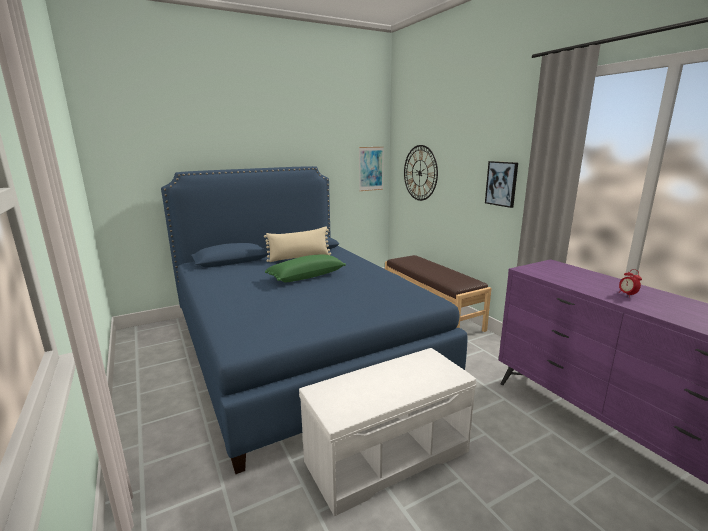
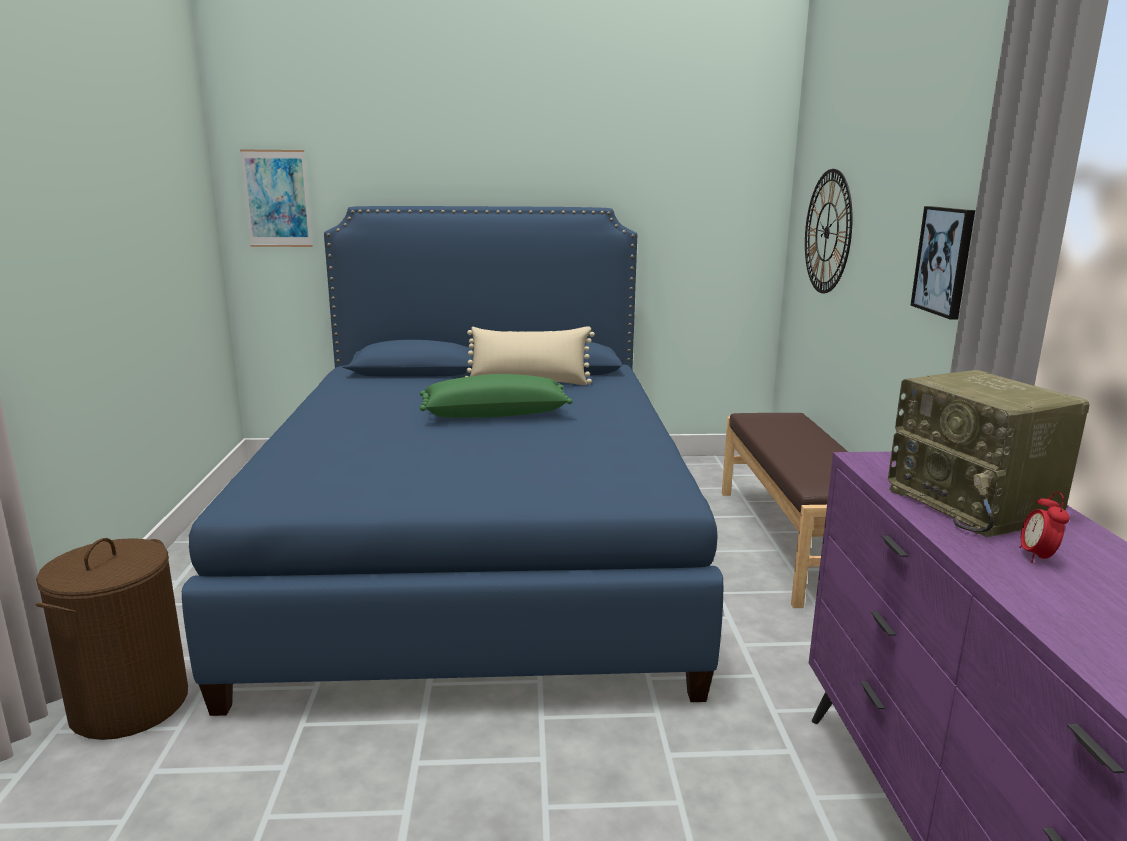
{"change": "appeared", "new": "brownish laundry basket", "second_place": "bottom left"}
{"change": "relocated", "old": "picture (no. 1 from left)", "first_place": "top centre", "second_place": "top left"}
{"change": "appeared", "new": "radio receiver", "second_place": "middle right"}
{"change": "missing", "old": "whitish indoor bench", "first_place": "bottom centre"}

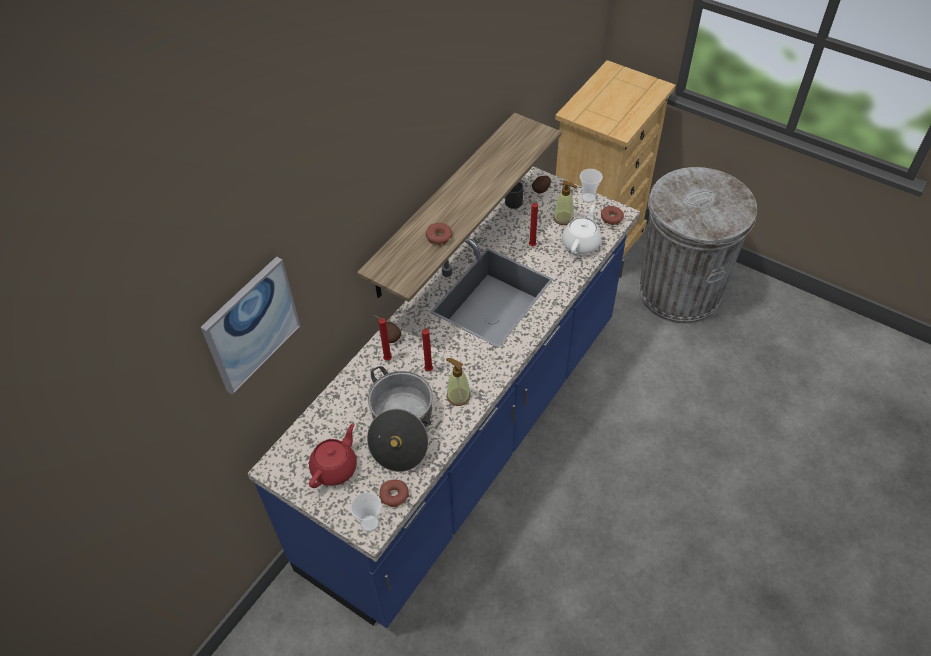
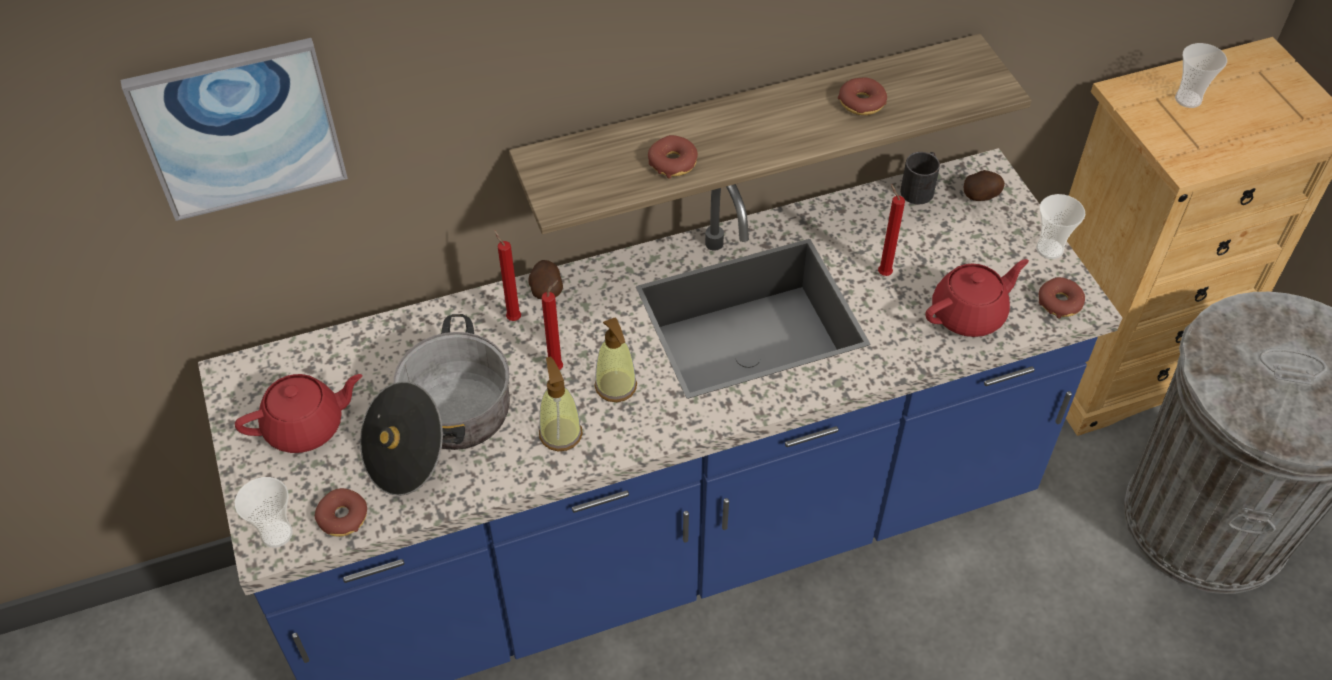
{"change": "relocated", "old": "soap dispenser (no. 2 from left)", "first_place": "top centre", "second_place": "centre"}
{"change": "appeared", "new": "donut (no. 3 from left)", "second_place": "top centre"}
{"change": "colour", "old": "whitish tea pot", "new": "reddish tea pot (no. 2 from left)", "first_place": "centre", "second_place": "middle right"}
{"change": "appeared", "new": "drinking cup (no. 3 from left)", "second_place": "top right"}

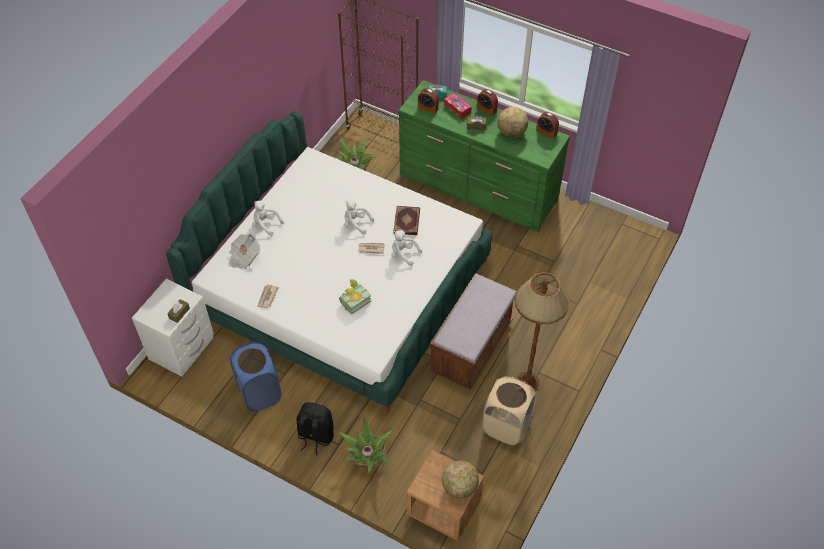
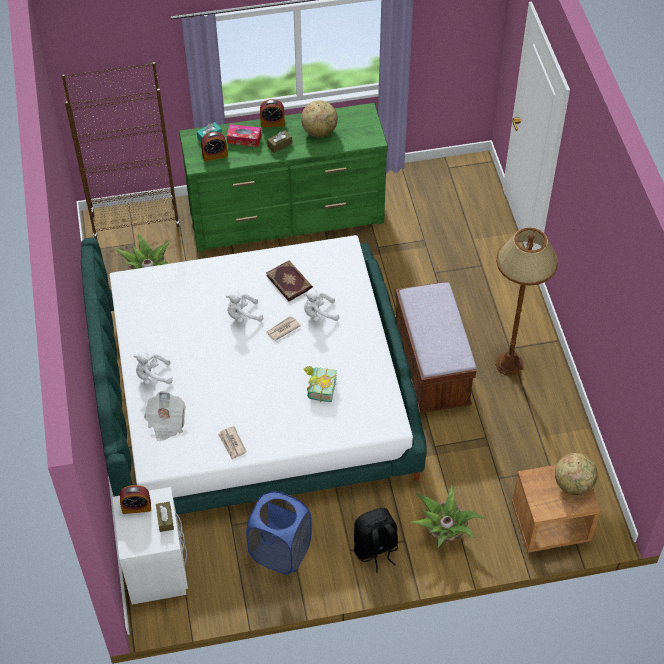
{"change": "relocated", "old": "bedside clock (no. 3 from left in the first image)", "new": "bedside clock (no. 1 from left)", "first_place": "top centre", "second_place": "bottom left"}
{"change": "missing", "old": "beige-coloured laundry basket", "first_place": "bottom centre"}

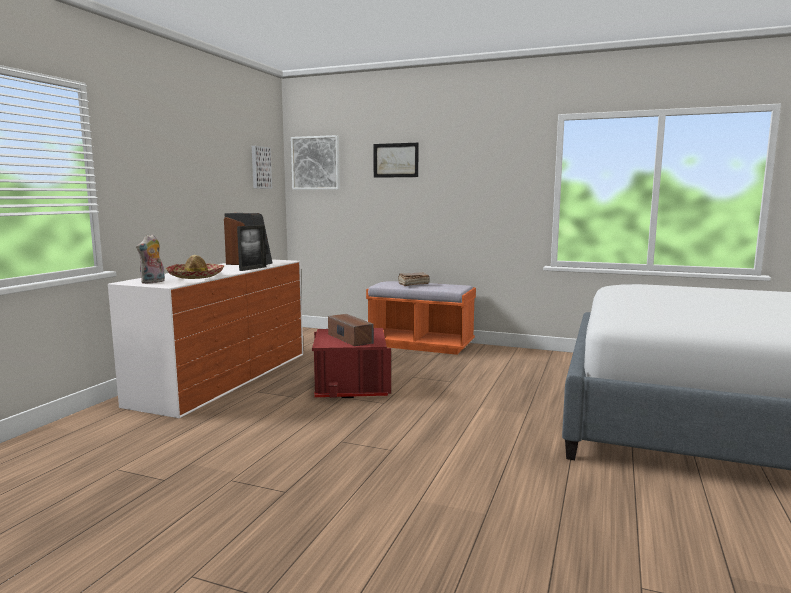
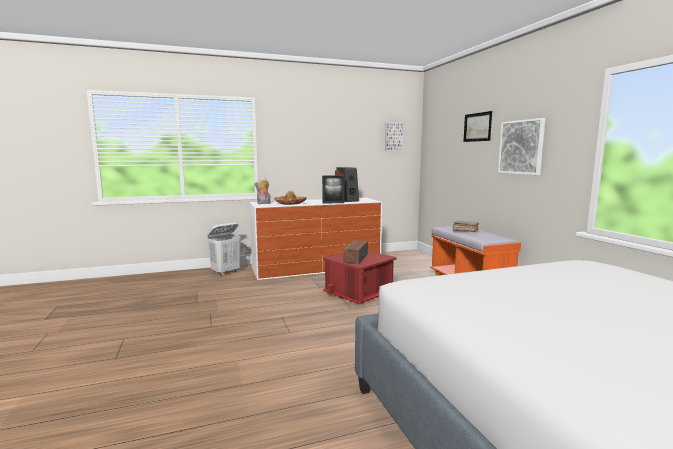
{"change": "appeared", "new": "whitish laundry basket", "second_place": "middle left"}
{"change": "relocated", "old": "picture (no. 2 from left in the first image)", "new": "picture (no. 3 from left)", "first_place": "top centre", "second_place": "top right"}

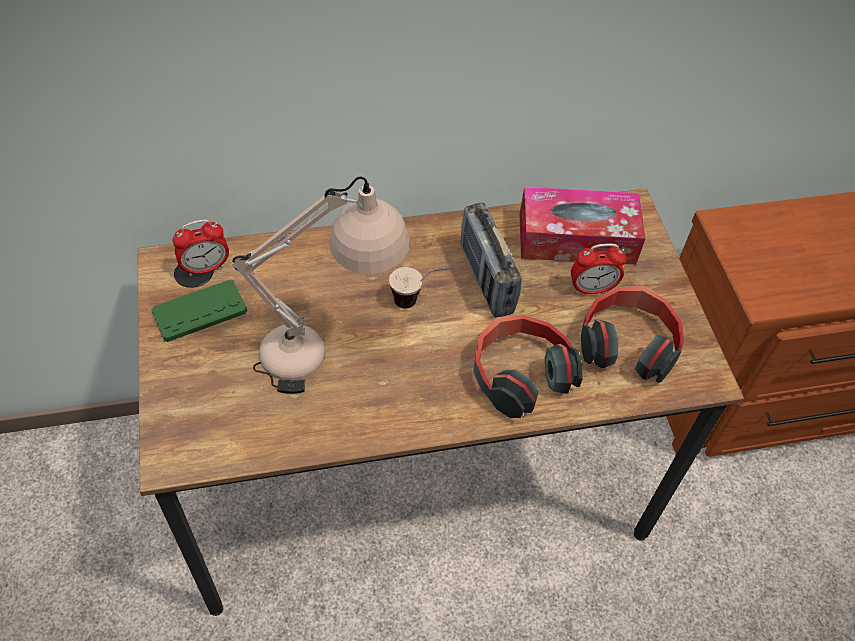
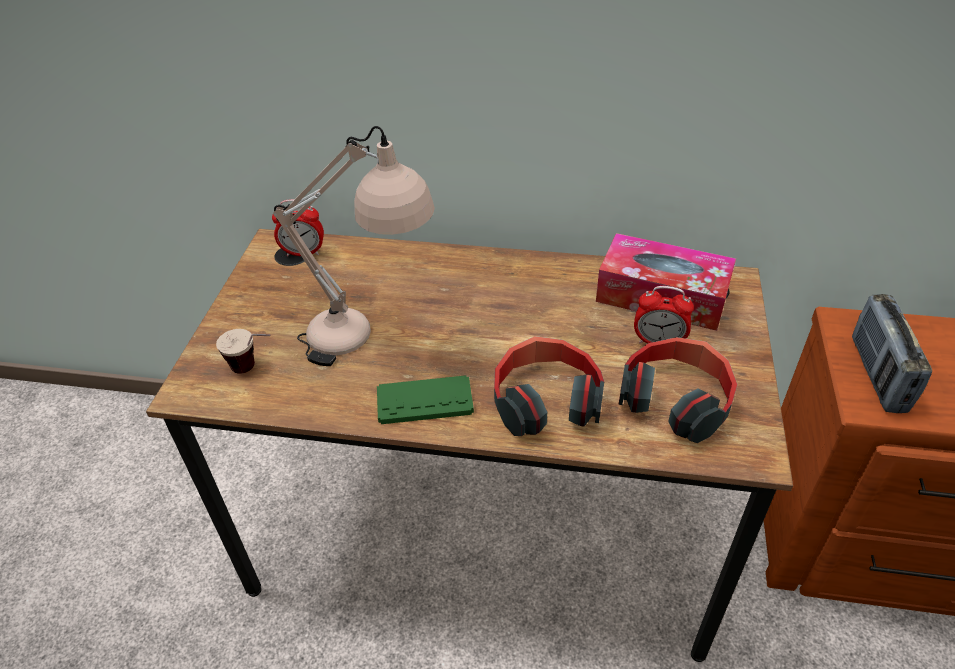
{"change": "relocated", "old": "drinking cup", "first_place": "centre", "second_place": "middle left"}
{"change": "relocated", "old": "greenish joypad", "first_place": "middle left", "second_place": "centre"}
{"change": "relocated", "old": "radio receiver", "first_place": "centre", "second_place": "middle right"}

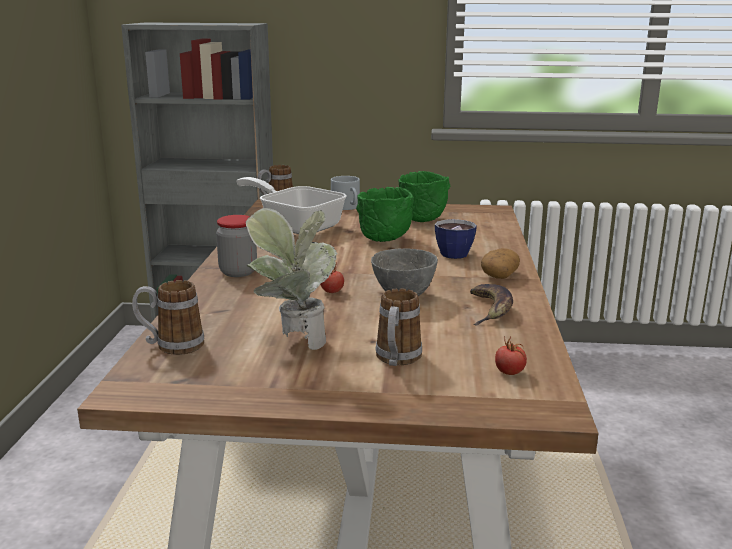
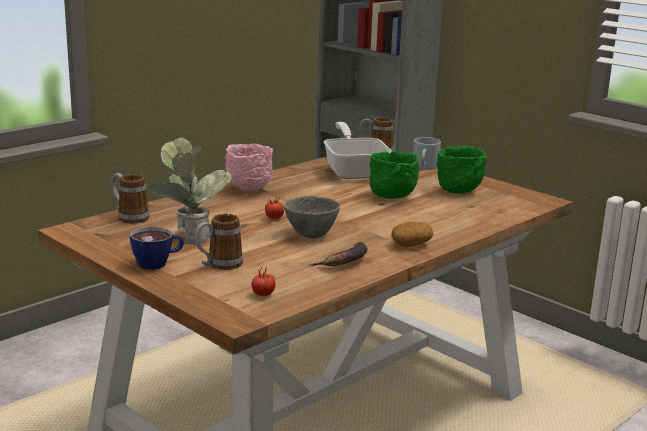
{"change": "relocated", "old": "drinking cup", "first_place": "centre", "second_place": "middle left"}
{"change": "exchanged", "old": "storage jar", "new": "pinkish serving bowl", "first_place": "middle left", "second_place": "centre"}

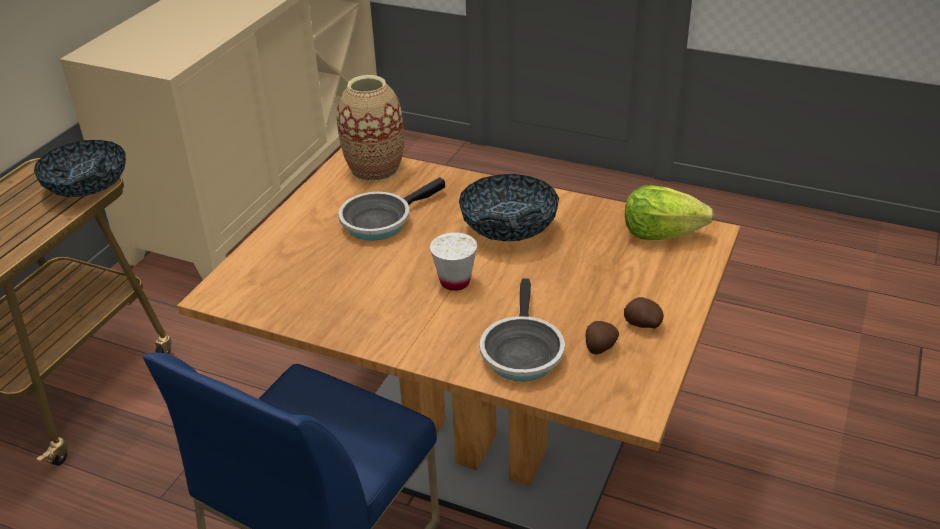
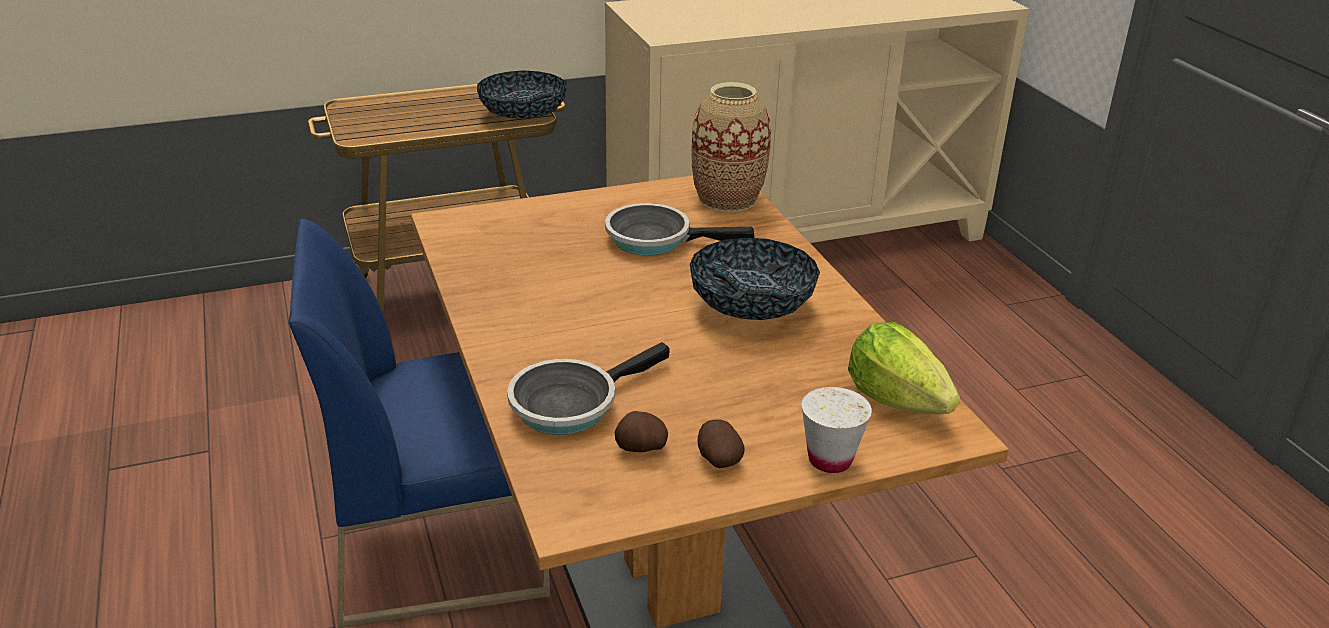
{"change": "relocated", "old": "whitish drinking cup", "first_place": "centre", "second_place": "bottom centre"}

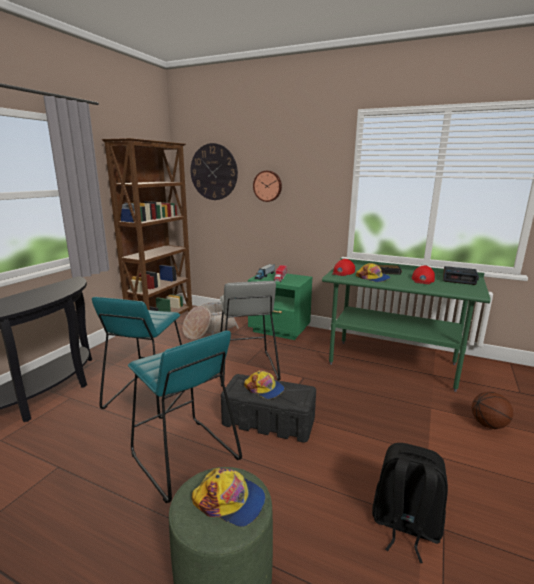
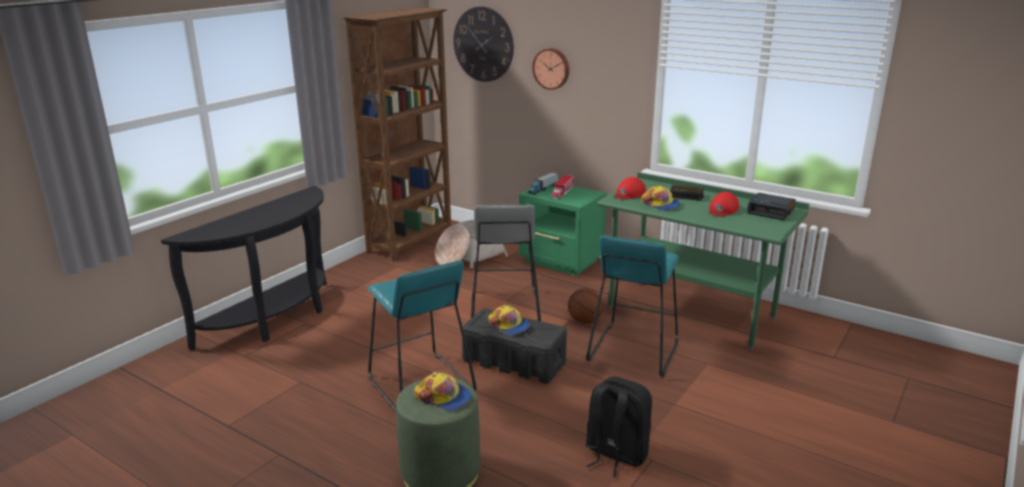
{"change": "relocated", "old": "ball for basketball", "first_place": "bottom right", "second_place": "centre"}
{"change": "relocated", "old": "turquoise-coloured stool (no. 1 from left in the first image)", "new": "turquoise-coloured stool (no. 2 from left)", "first_place": "middle left", "second_place": "centre"}

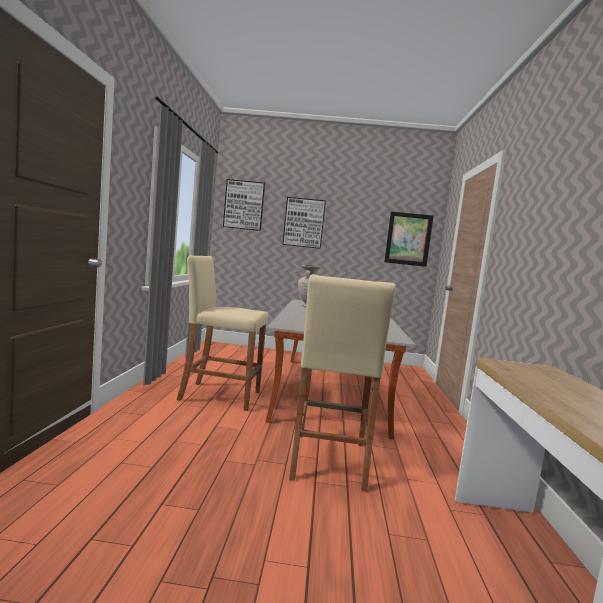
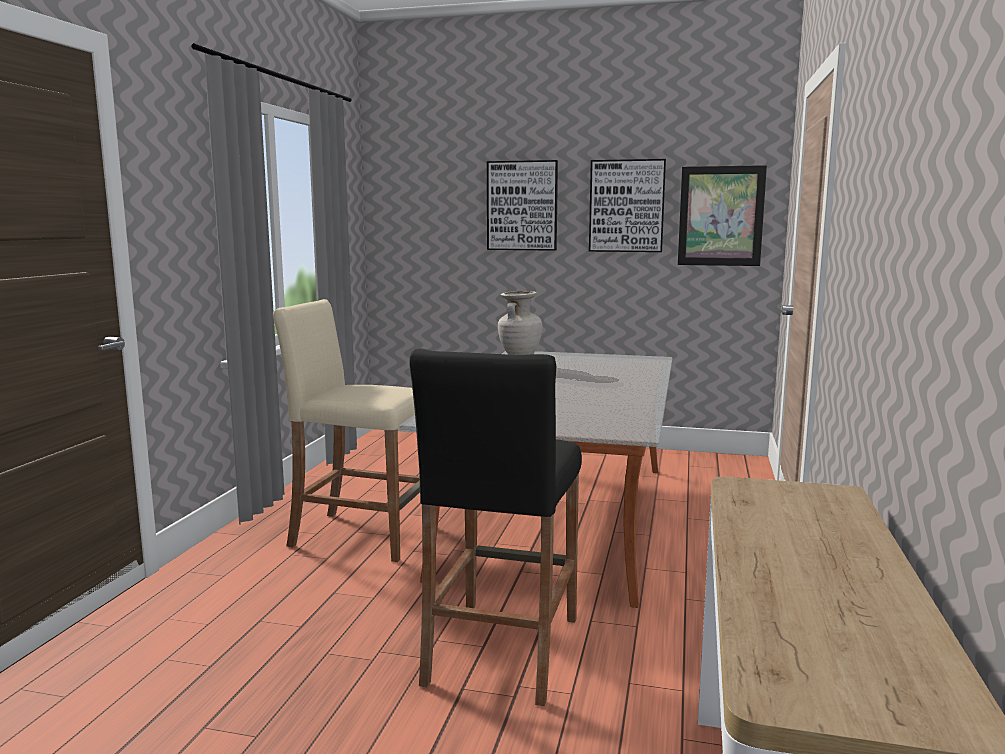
{"change": "colour", "old": "beige-coloured stool (no. 2 from left)", "new": "blackish stool", "first_place": "centre", "second_place": "bottom centre"}
{"change": "relocated", "old": "picture (no. 1 from left in the first image)", "new": "picture (no. 2 from left)", "first_place": "centre", "second_place": "top centre"}

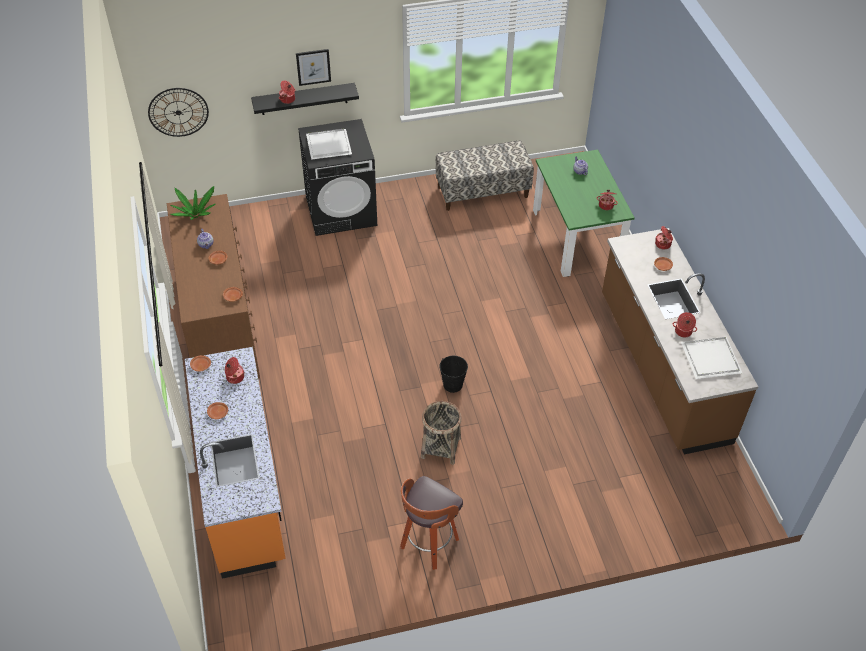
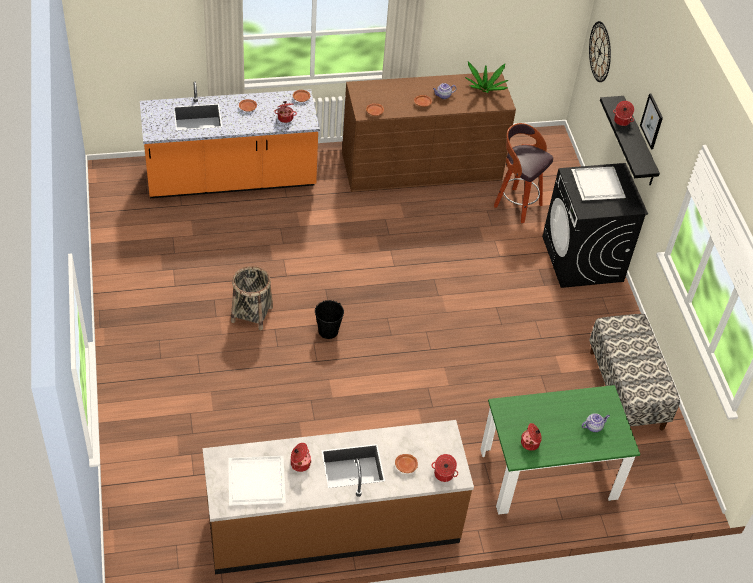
{"change": "relocated", "old": "stool", "first_place": "bottom centre", "second_place": "top right"}

